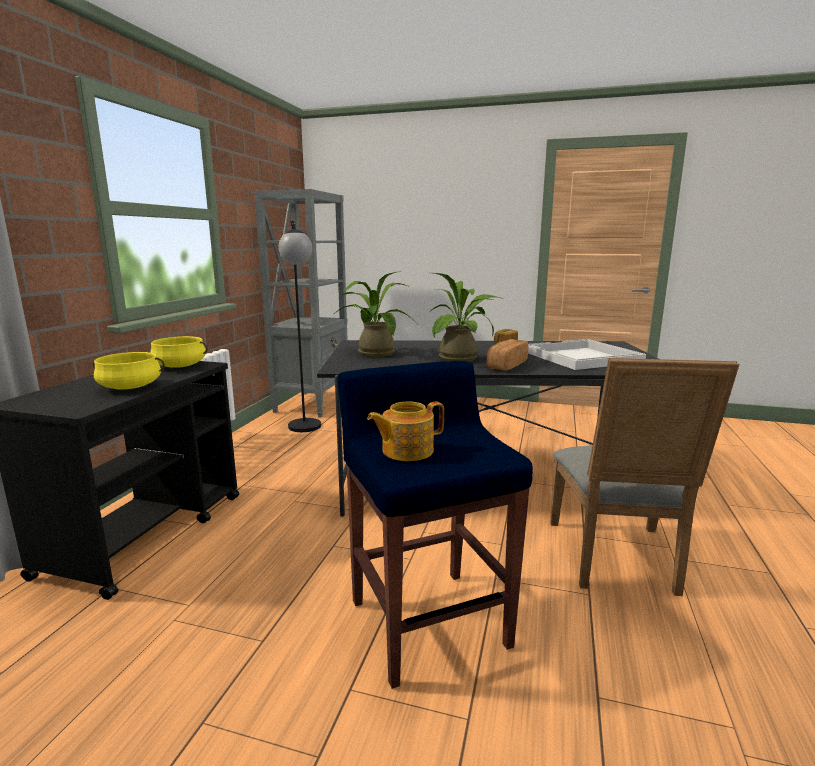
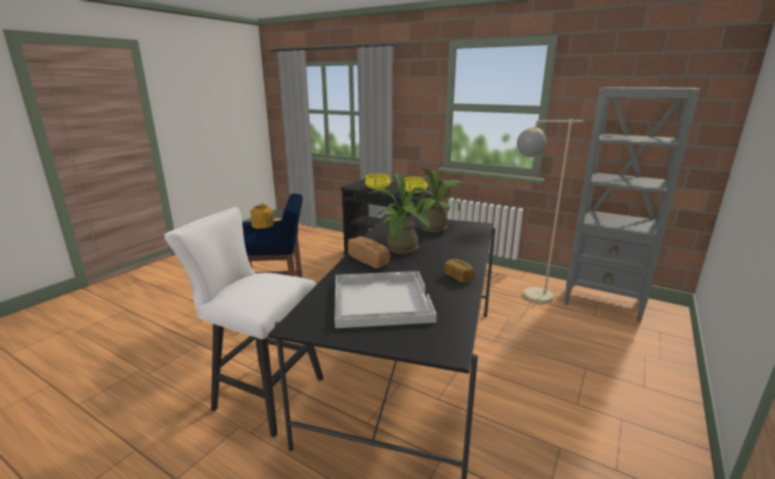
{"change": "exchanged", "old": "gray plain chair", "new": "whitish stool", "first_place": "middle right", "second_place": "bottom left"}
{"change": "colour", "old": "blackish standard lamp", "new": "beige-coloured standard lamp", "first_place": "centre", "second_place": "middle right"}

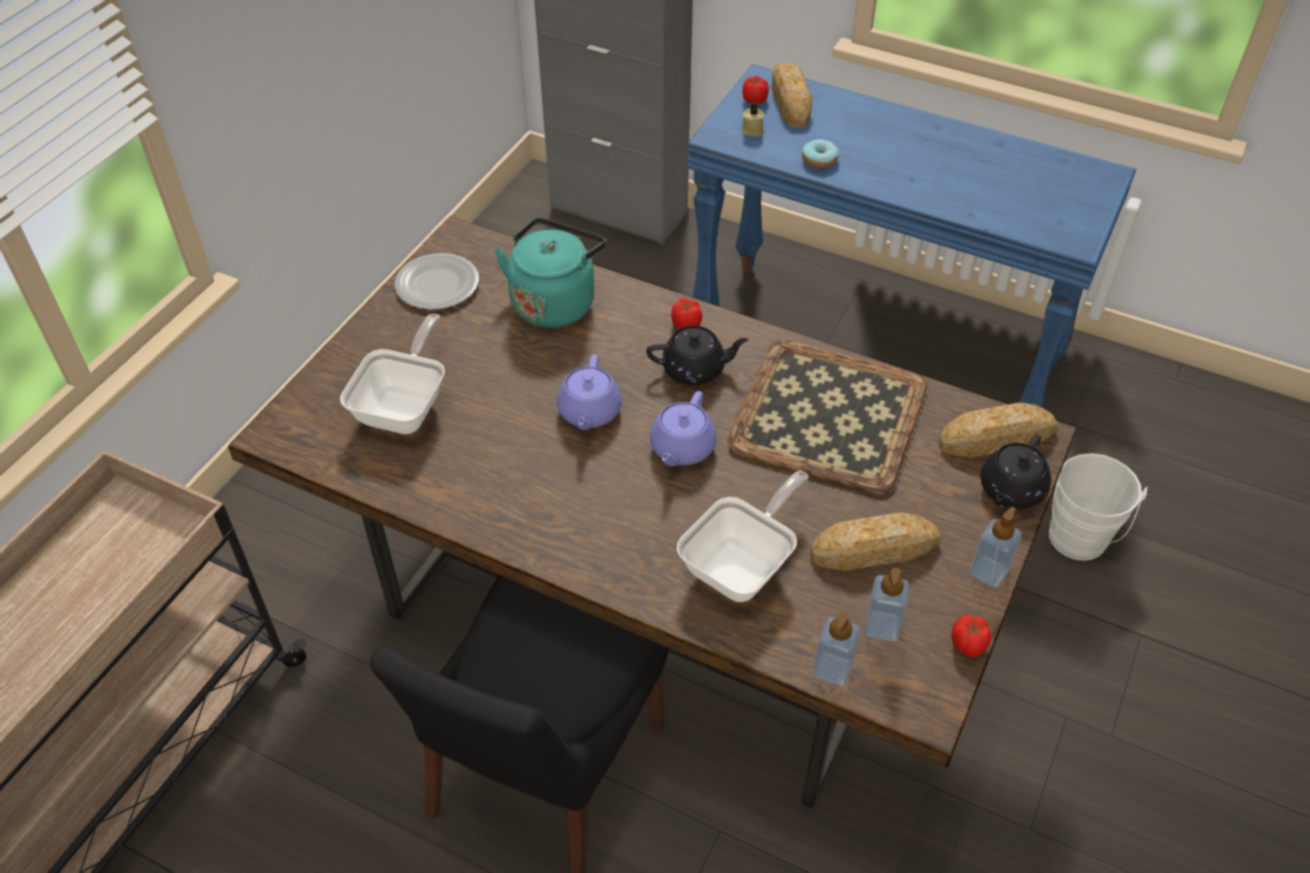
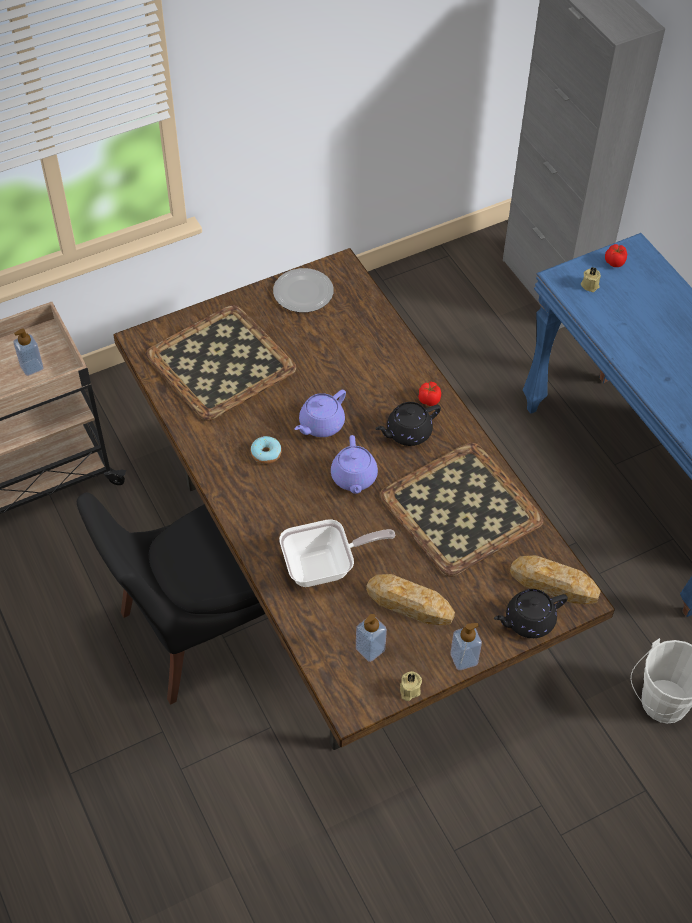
{"change": "relocated", "old": "soap dispenser (no. 1 from left)", "first_place": "bottom centre", "second_place": "middle left"}
{"change": "exchanged", "old": "skillet (no. 1 from left)", "new": "serving tray (no. 1 from left)", "first_place": "middle left", "second_place": "middle left"}
{"change": "relocated", "old": "donut", "first_place": "top centre", "second_place": "centre"}
{"change": "spun", "old": "purple tea pot (no. 2 from left)", "first_place": "centre", "second_place": "centre", "degrees": -60}
{"change": "spun", "old": "blackish tea pot (no. 1 from left)", "first_place": "centre", "second_place": "centre", "degrees": 120}
{"change": "exchanged", "old": "tomato (no. 3 from left)", "new": "beige-coloured candle (no. 1 from left)", "first_place": "bottom right", "second_place": "bottom centre"}
{"change": "missing", "old": "turquoise-coloured kettle", "first_place": "top centre"}
{"change": "missing", "old": "baked bread (no. 1 from left)", "first_place": "top centre"}

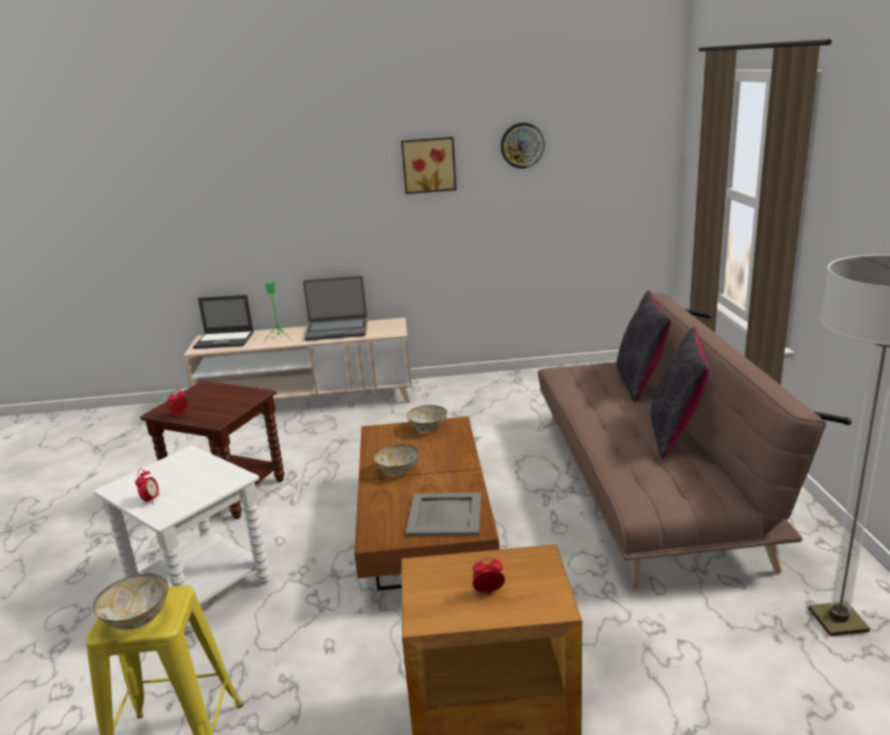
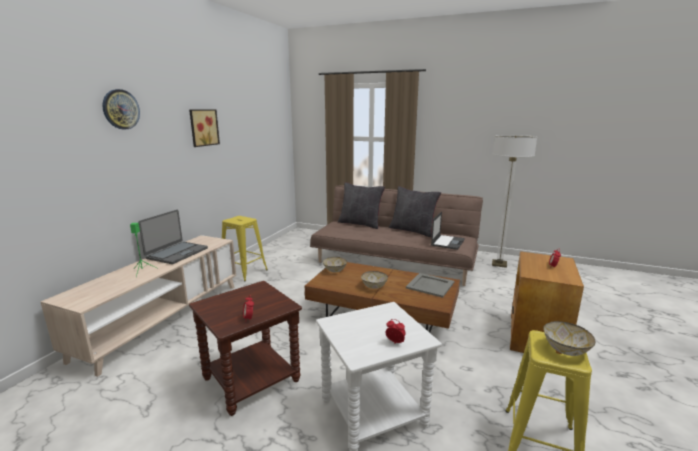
{"change": "relocated", "old": "wall clock", "first_place": "top centre", "second_place": "top left"}
{"change": "appeared", "new": "yellowish stool (no. 1 from left)", "second_place": "centre"}
{"change": "relocated", "old": "portable computer (no. 1 from left in the first image)", "new": "portable computer (no. 2 from left)", "first_place": "middle left", "second_place": "centre"}

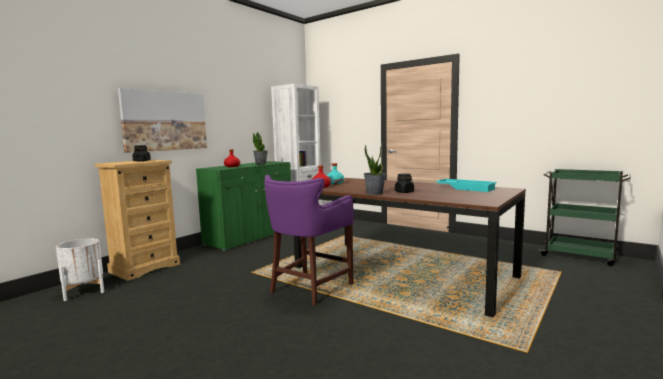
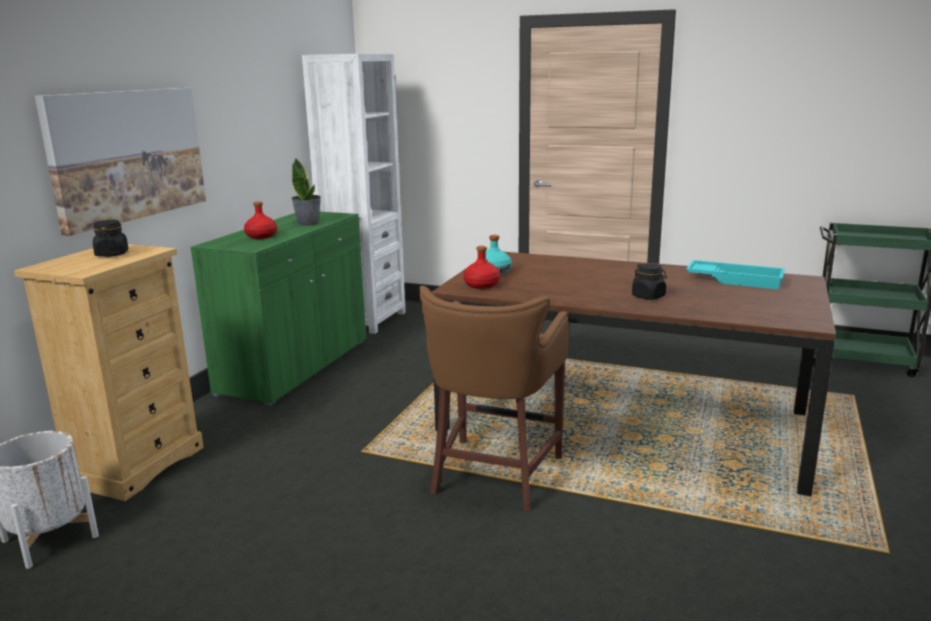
{"change": "colour", "old": "purple stool", "new": "brownish stool", "first_place": "centre", "second_place": "centre"}
{"change": "missing", "old": "plant in a pot (no. 2 from left)", "first_place": "centre"}

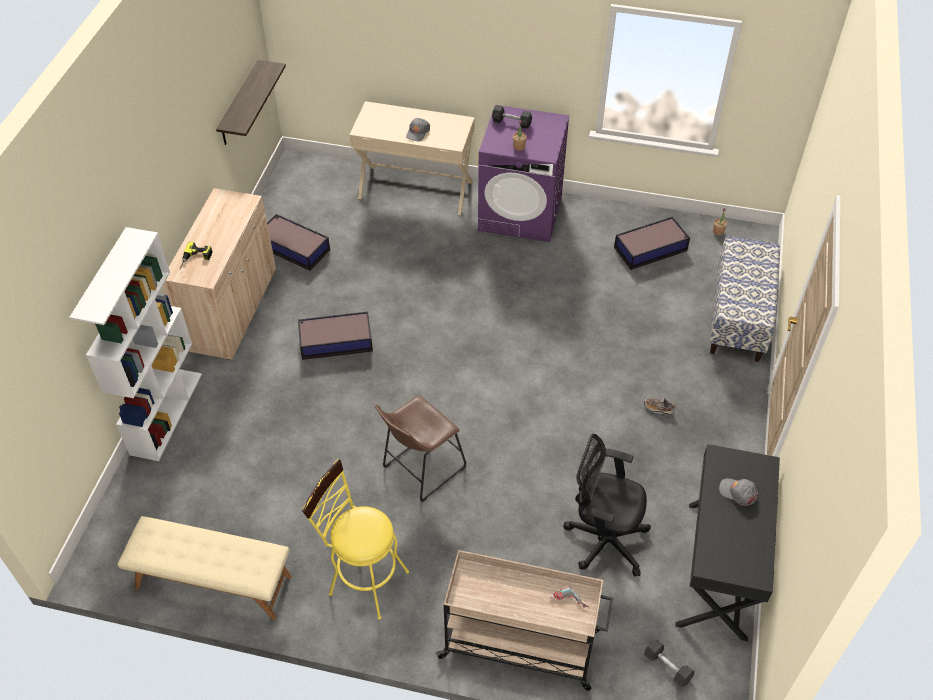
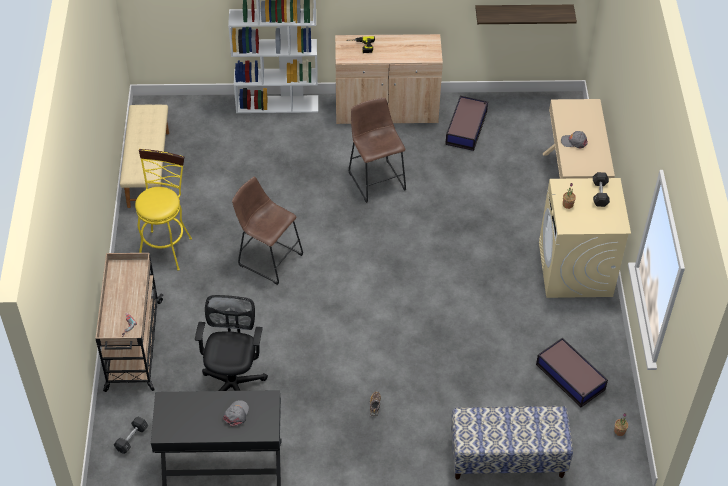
{"change": "exchanged", "old": "storage bin (no. 2 from left)", "new": "brownish stool (no. 2 from left)", "first_place": "centre", "second_place": "top centre"}
{"change": "colour", "old": "purple washing machine", "new": "beige-coloured washing machine", "first_place": "top centre", "second_place": "middle right"}

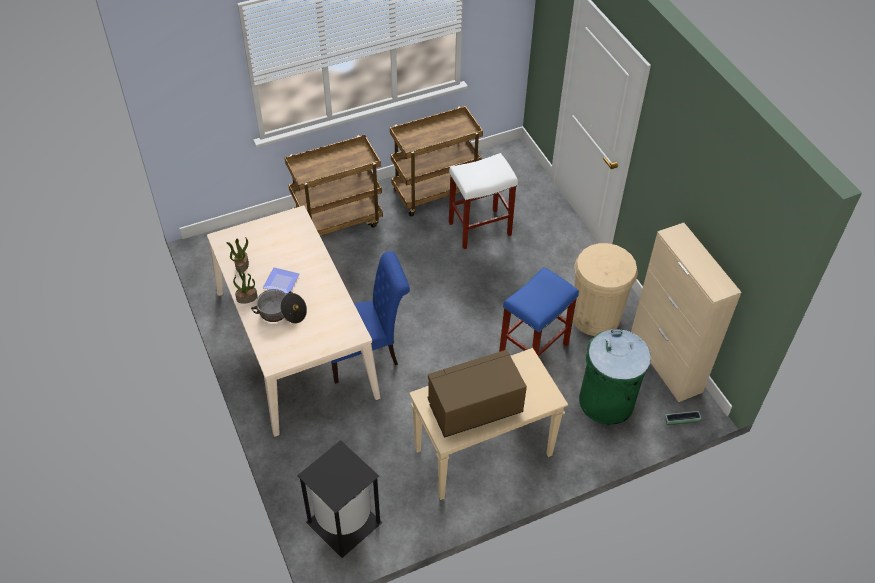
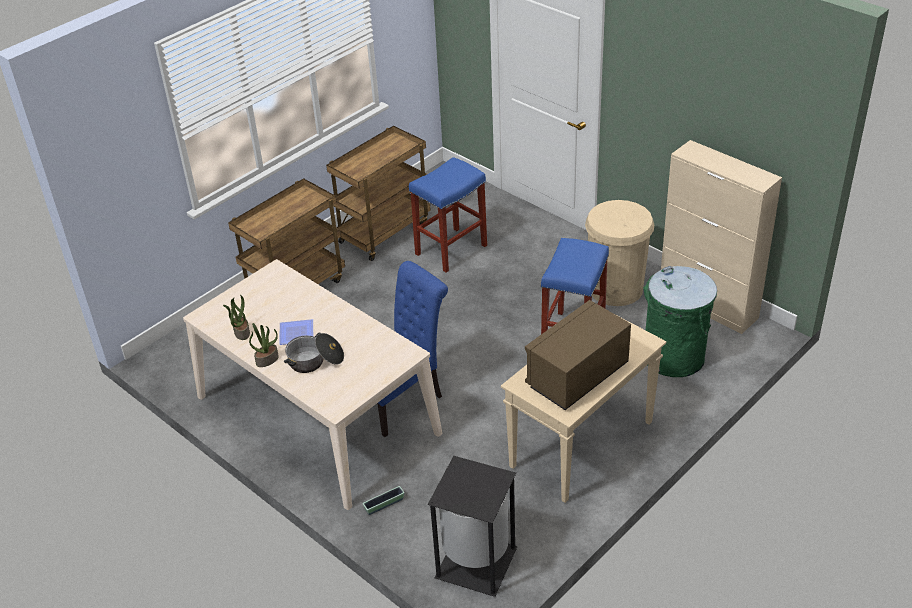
{"change": "relocated", "old": "plant pot", "first_place": "bottom right", "second_place": "bottom centre"}
{"change": "colour", "old": "whitish stool", "new": "blue stool (no. 1 from left)", "first_place": "centre", "second_place": "centre"}

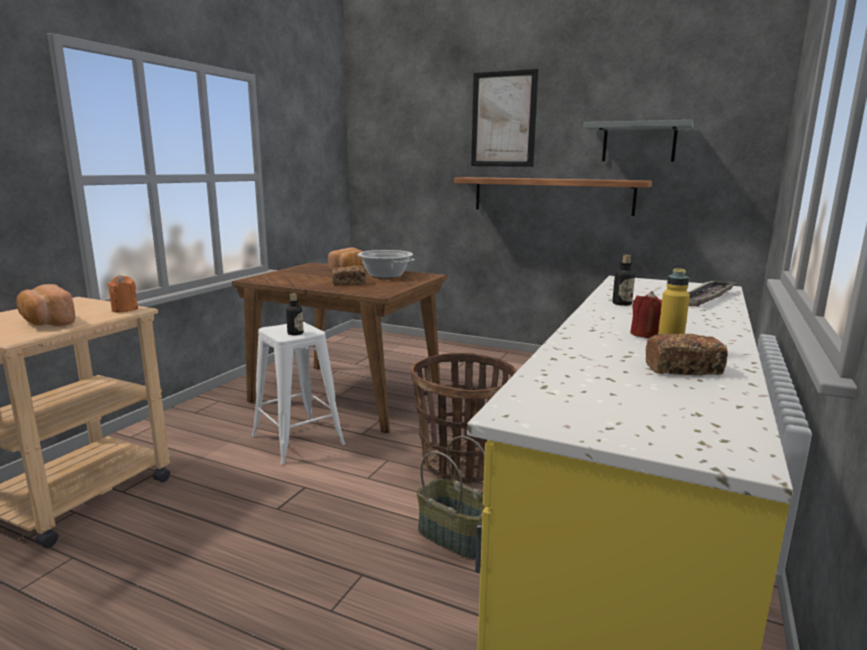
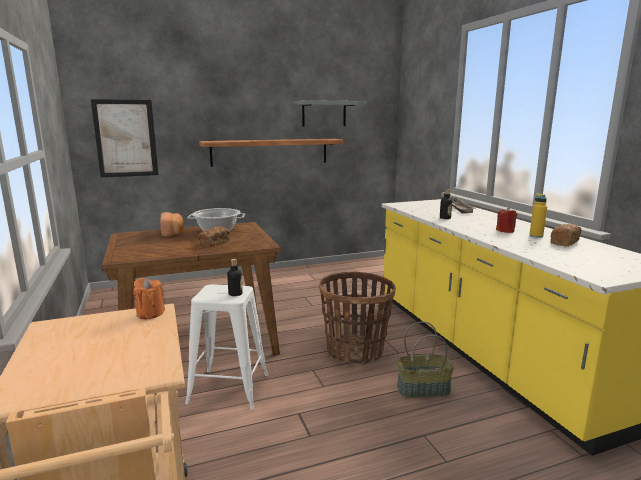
{"change": "relocated", "old": "picture", "first_place": "top centre", "second_place": "top left"}
{"change": "missing", "old": "baked bread (no. 1 from left)", "first_place": "middle left"}

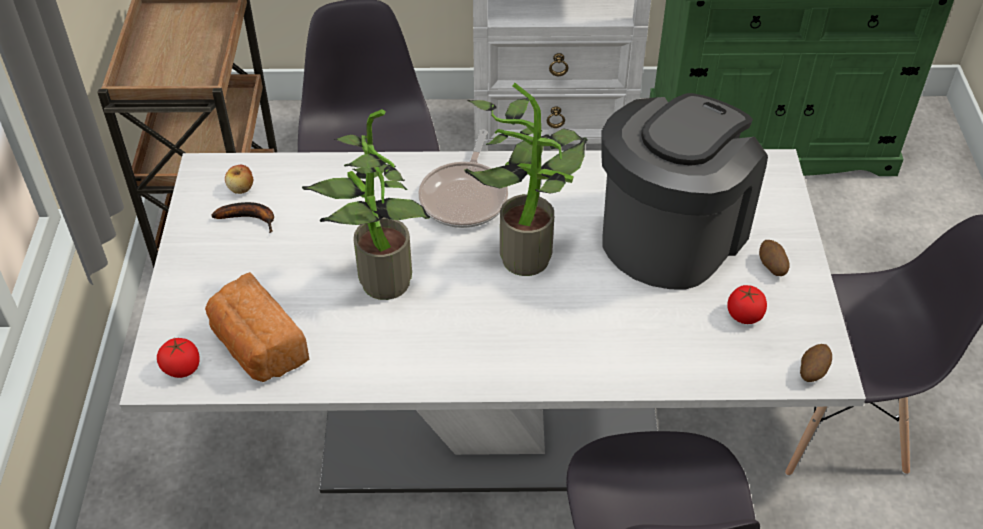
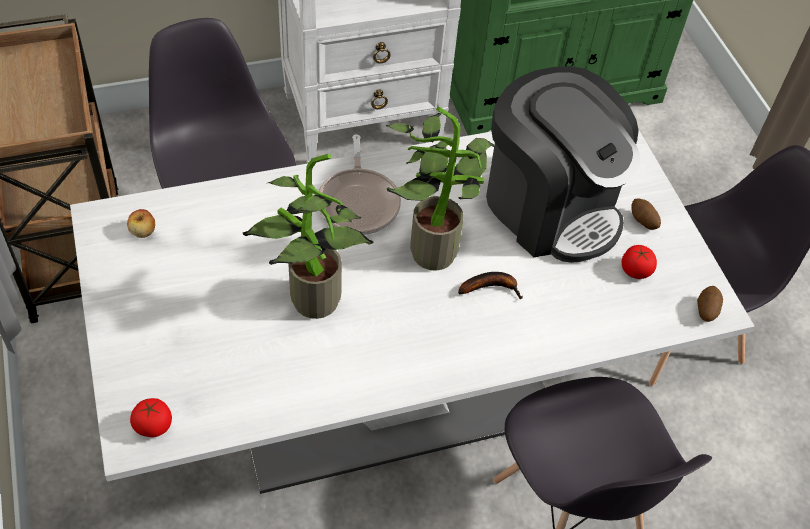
{"change": "relocated", "old": "banana", "first_place": "middle left", "second_place": "centre"}
{"change": "spun", "old": "coffee brewer", "first_place": "middle right", "second_place": "top right", "degrees": 120}
{"change": "missing", "old": "baked bread", "first_place": "middle left"}

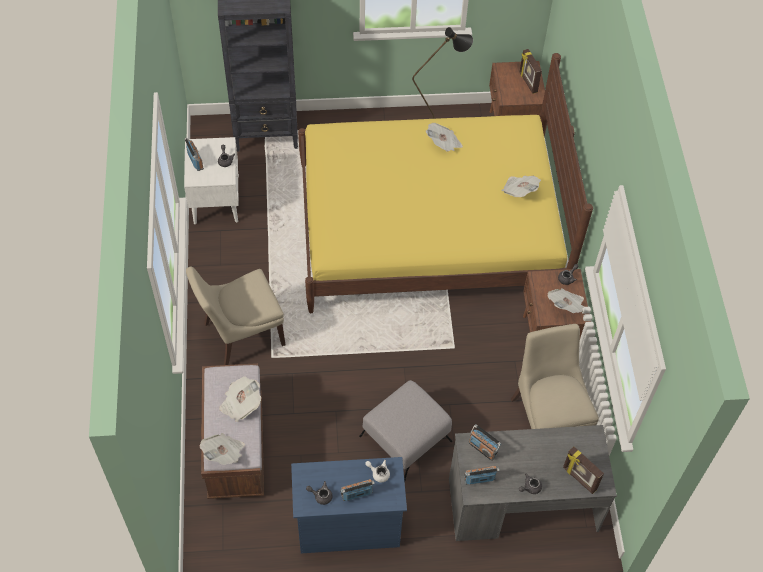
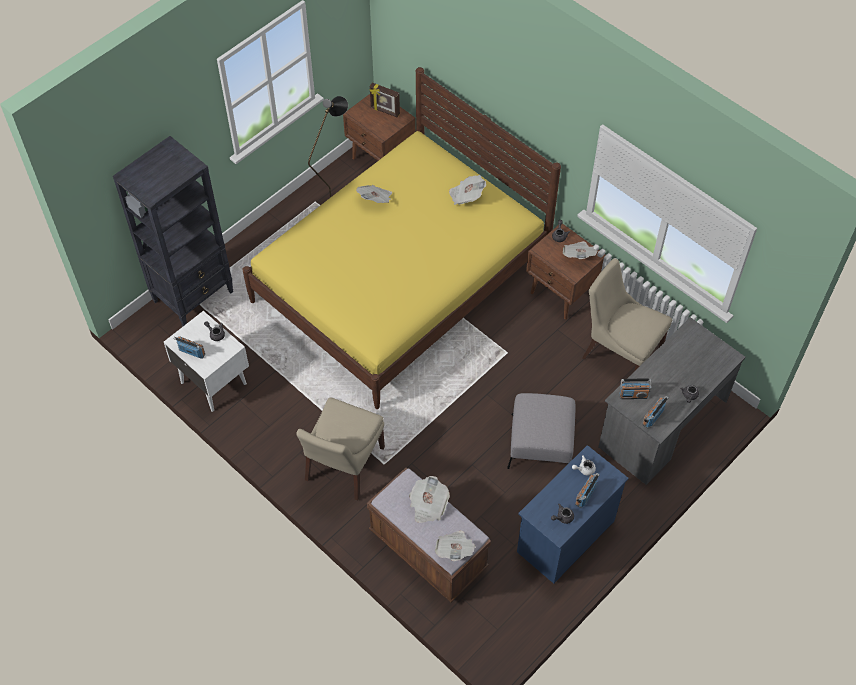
{"change": "missing", "old": "standing frame (no. 2 from left)", "first_place": "bottom right"}

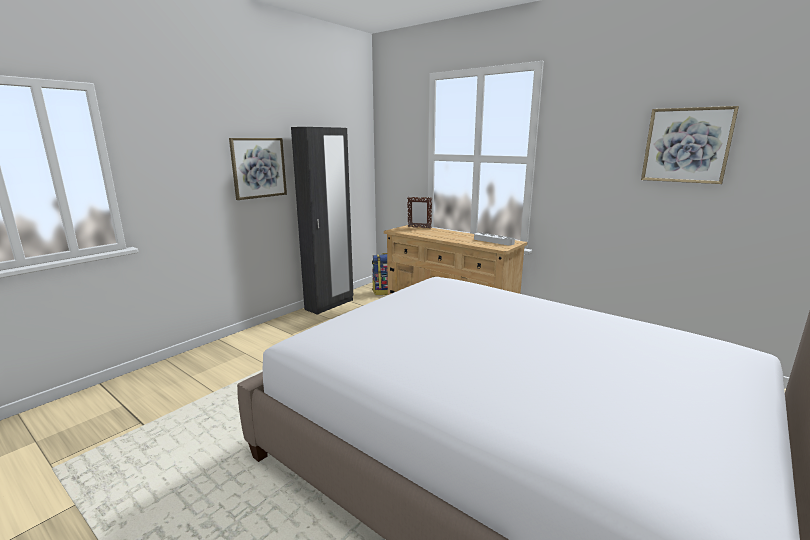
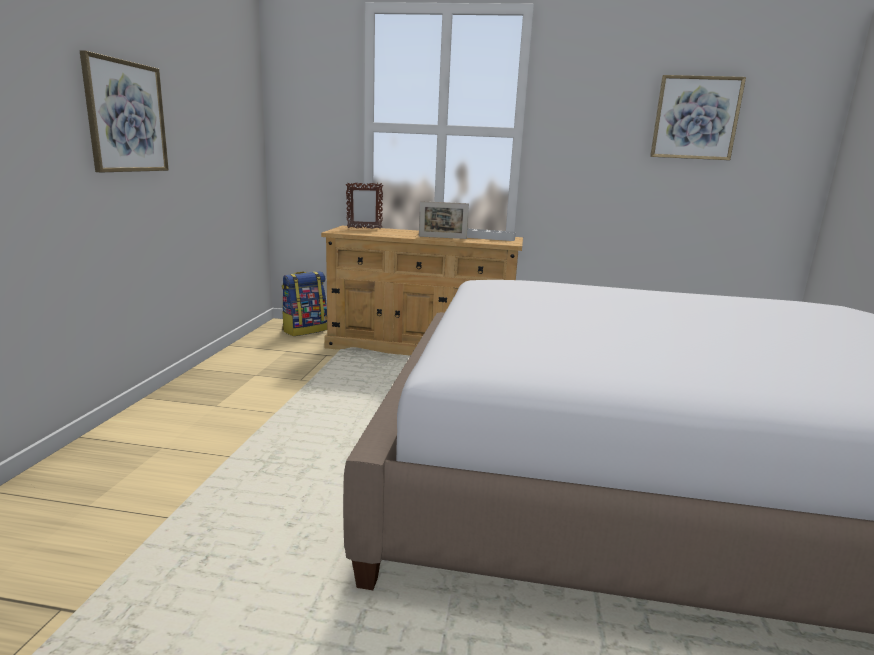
{"change": "appeared", "new": "standing frame (no. 2 from left)", "second_place": "centre"}
{"change": "missing", "old": "blackish clothes cupboard", "first_place": "centre"}

